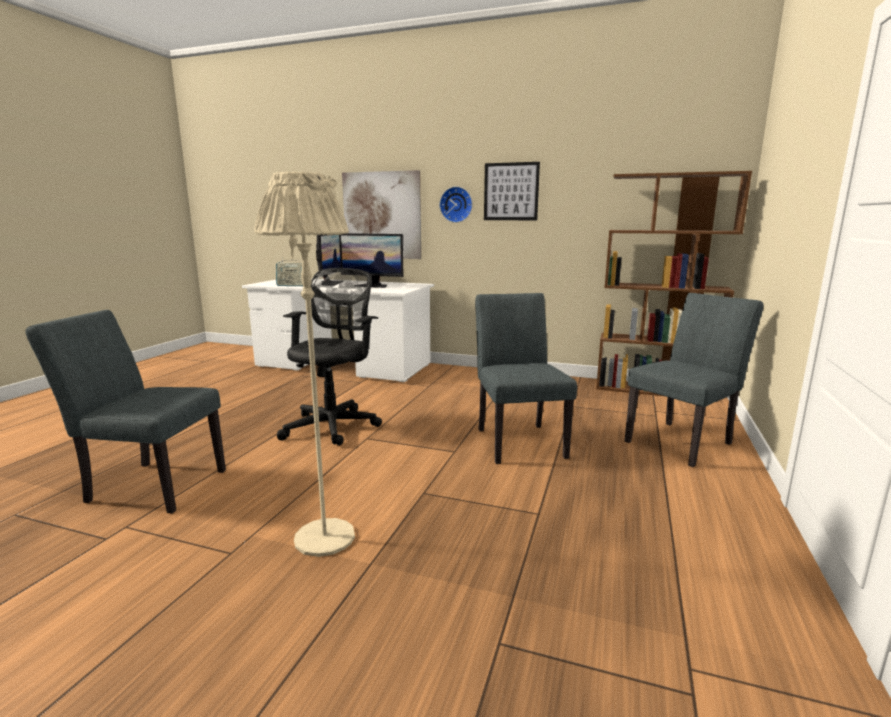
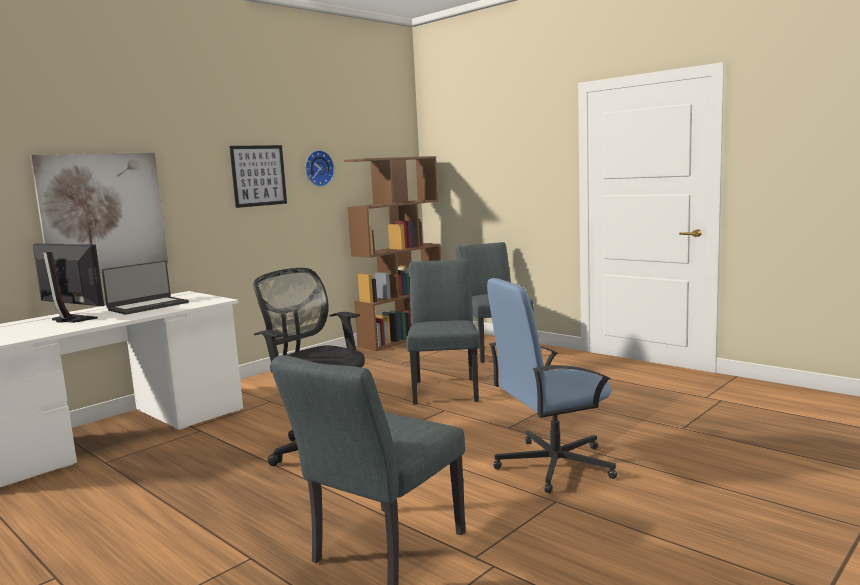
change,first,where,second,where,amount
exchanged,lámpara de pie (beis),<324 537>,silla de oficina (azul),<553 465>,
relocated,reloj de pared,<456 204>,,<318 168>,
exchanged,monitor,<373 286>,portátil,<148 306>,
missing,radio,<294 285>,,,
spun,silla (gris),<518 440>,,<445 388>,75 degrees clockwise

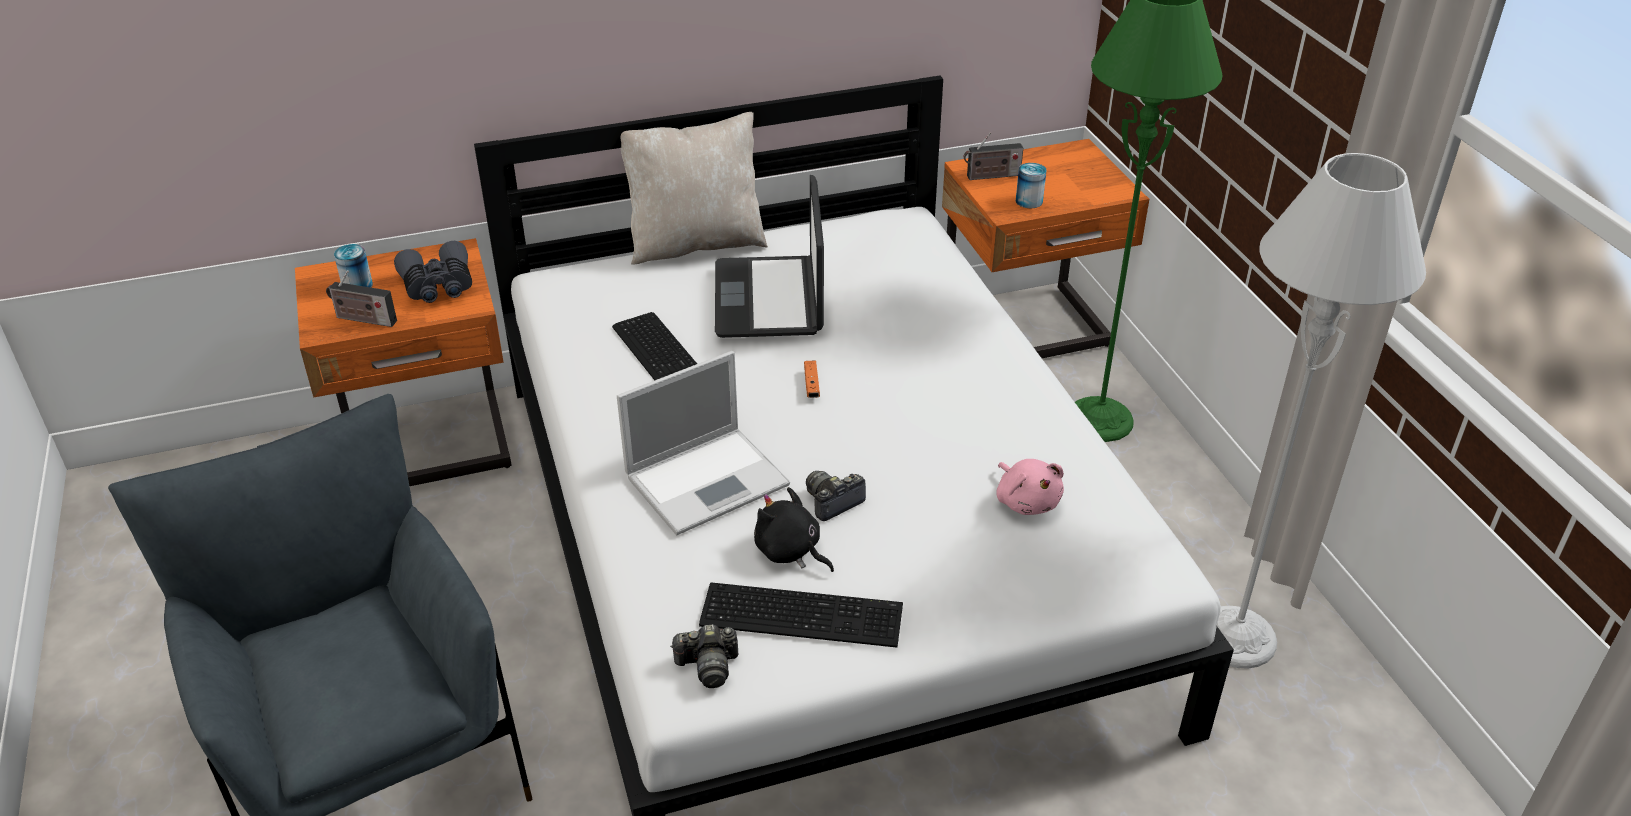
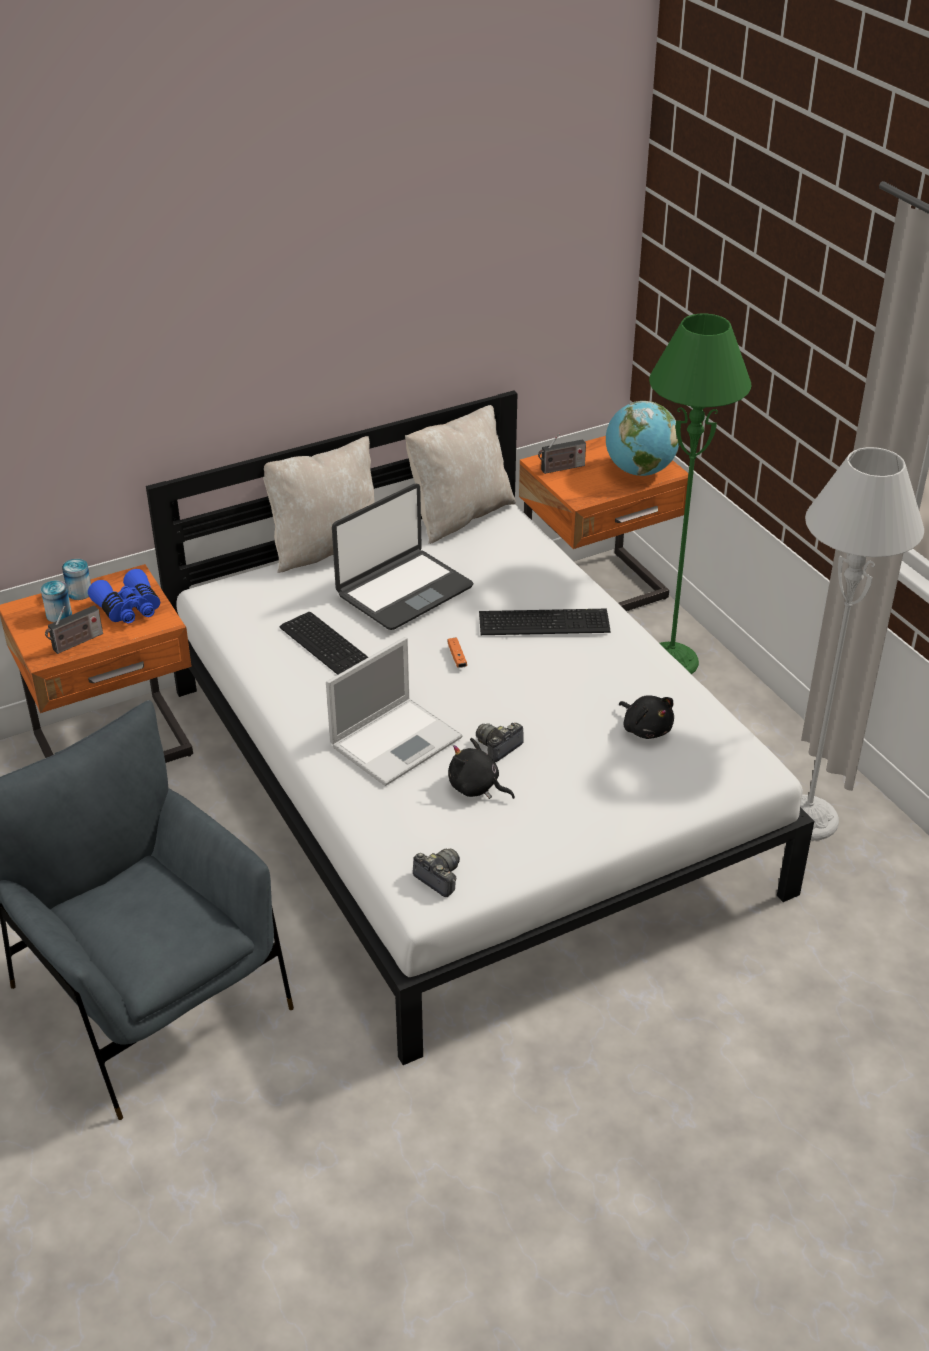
change,first,where,second,where,amount
relocated,lata,<1029 201>,,<79 592>,
spun,portátil,<770 299>,,<403 590>,120 degrees counterclockwise
colour,prismáticos (gris),<438 286>,prismáticos (azul),<129 608>,
spun,radio,<363 319>,,<76 643>,45 degrees counterclockwise
colour,peluche (rosa),<1026 501>,peluche (negro),<646 728>,
relocated,teclado,<800 612>,,<542 621>,
spun,cámara,<708 666>,,<439 878>,120 degrees counterclockwise
appeared,,,globo terráqueo,<639 471>,
appeared,,,cojín (beis),<459 515>,

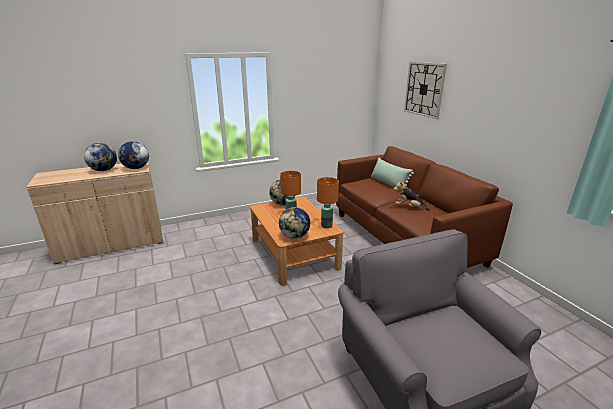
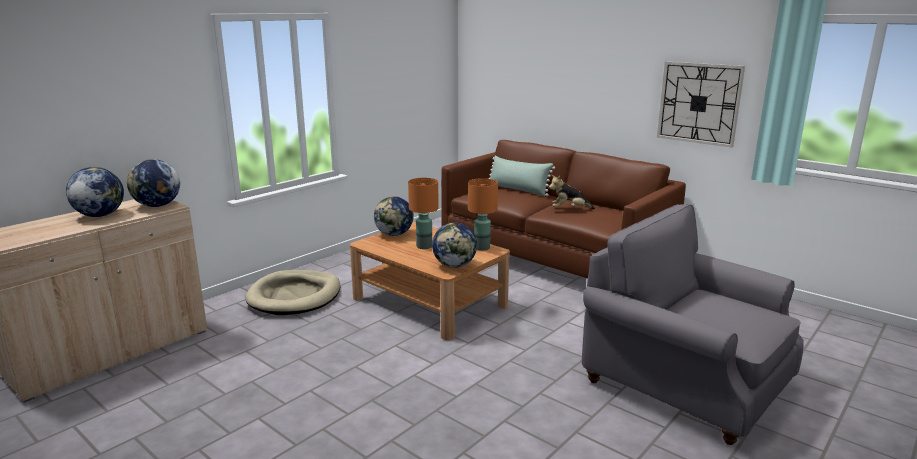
change,first,where,second,where,amount
relocated,reloj de pared,<424 89>,,<699 103>,
appeared,,,cama para perro (beis),<295 296>,

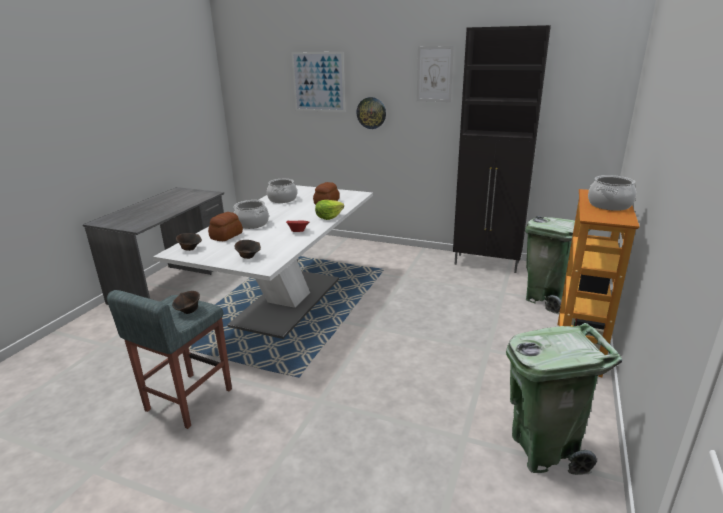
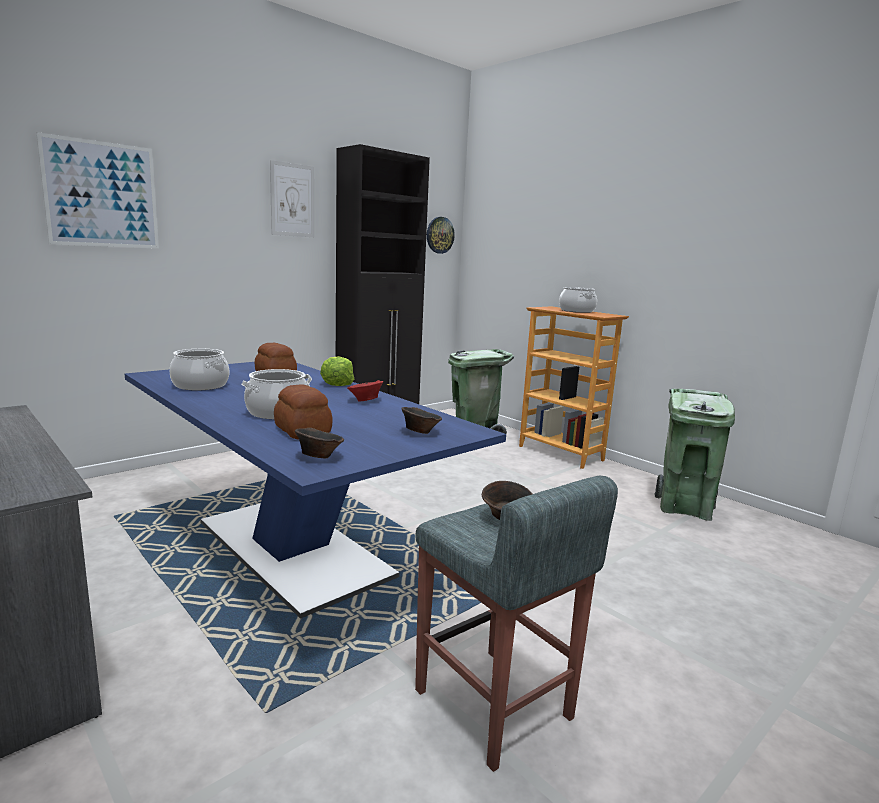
change,first,where,second,where,amount
relocated,reloj de pared,<371 113>,,<439 235>,
colour,mesa de comedor (blanco),<288 302>,mesa de comedor (azul),<292 549>,

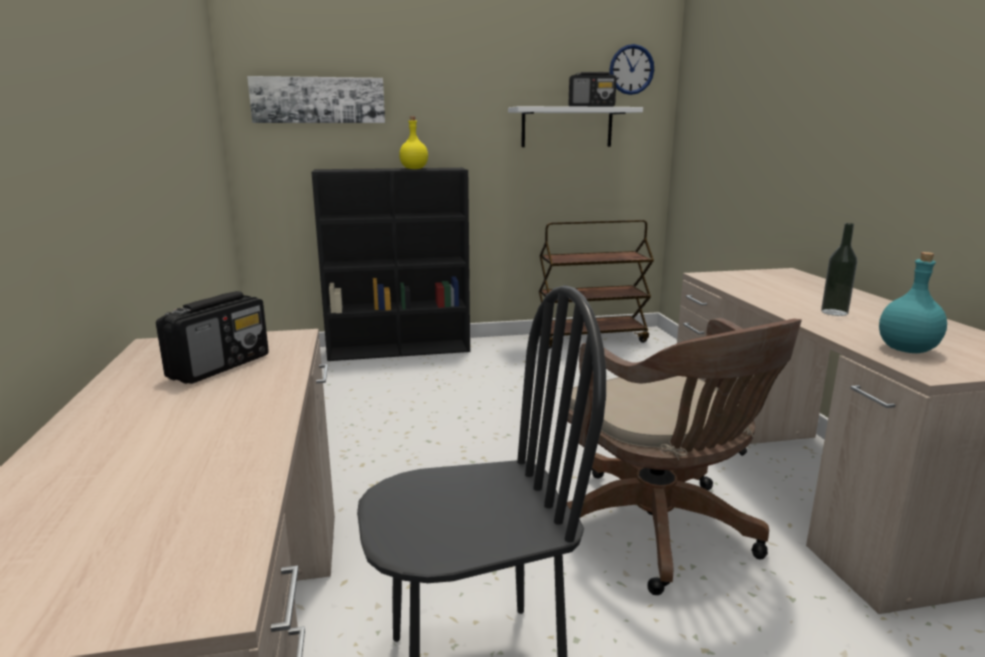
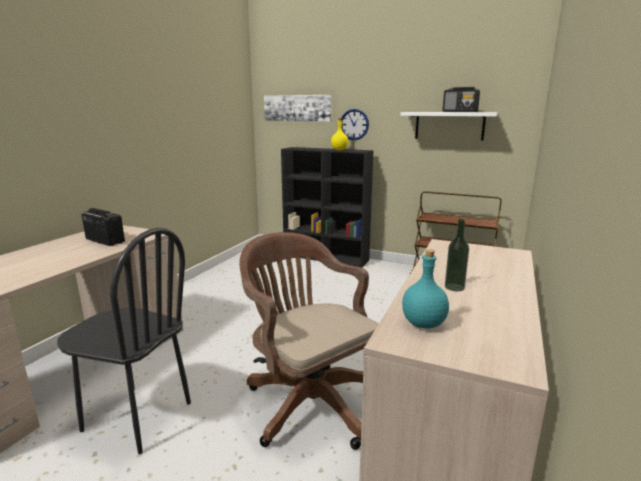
change,first,where,second,where,amount
relocated,reloj de pared,<631 69>,,<354 124>,
spun,radio,<220 366>,,<105 240>,120 degrees counterclockwise
spun,silla de oficina (marrón),<660 532>,,<308 400>,135 degrees clockwise

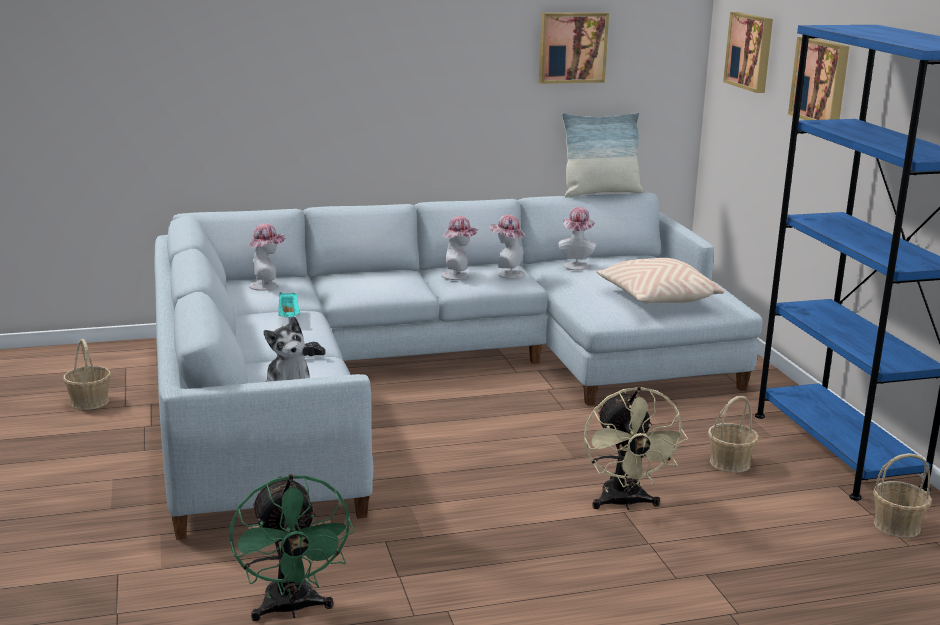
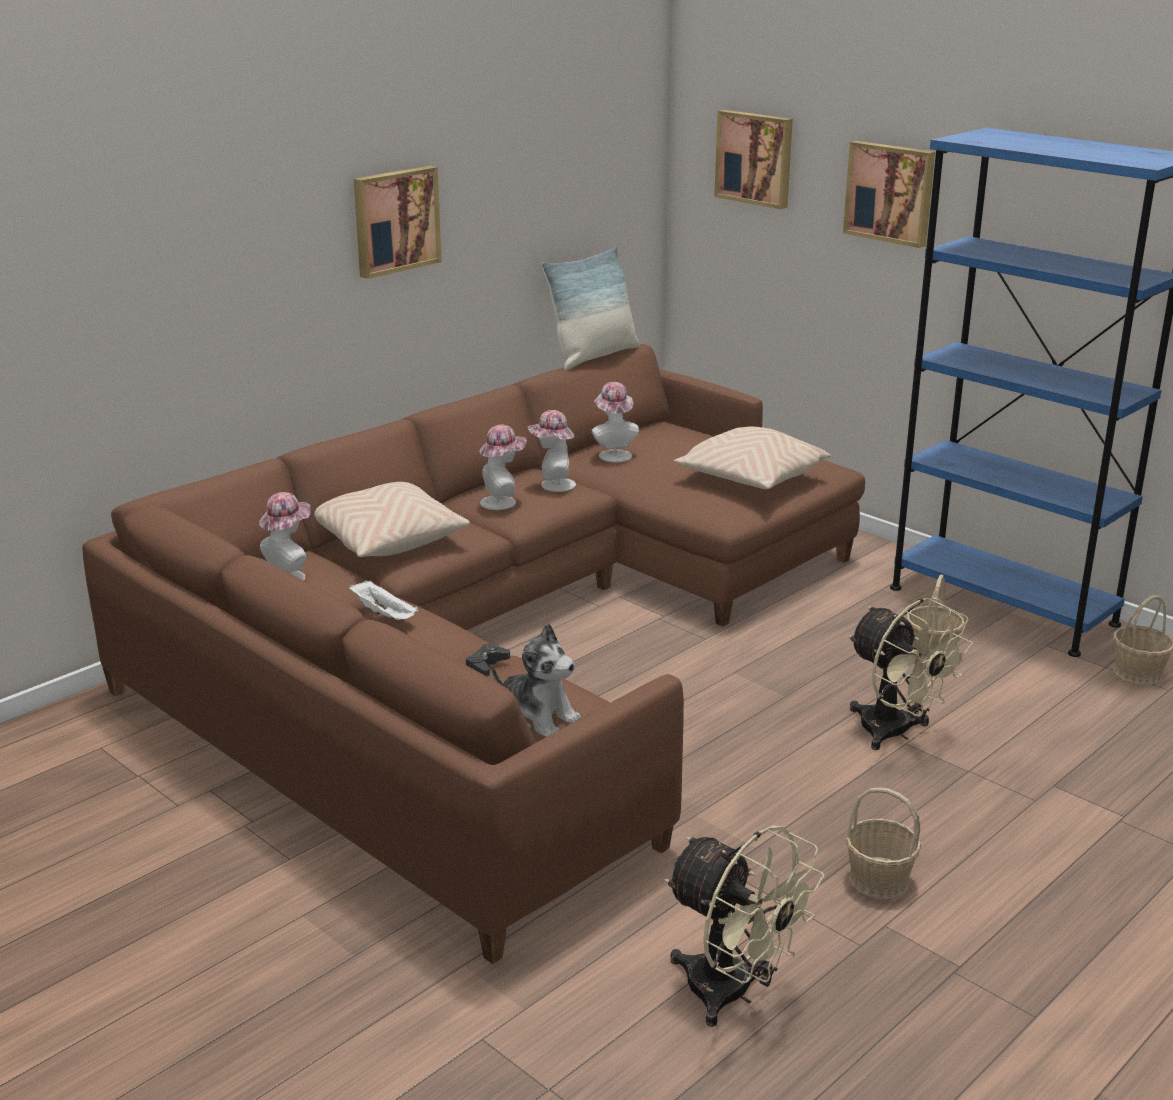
change,first,where,second,where,amount
relocated,cuadro,<572 47>,,<395 220>,
colour,sofá (gris),<422 376>,sofá (marrón),<503 643>,
colour,bandeja (turquesa),<289 316>,bandeja (blanco),<385 615>,
relocated,cesta,<90 402>,,<878 879>,
colour,ventilador (verde),<291 609>,ventilador (beis),<733 994>,
appeared,,,cojín (beis),<385 540>,

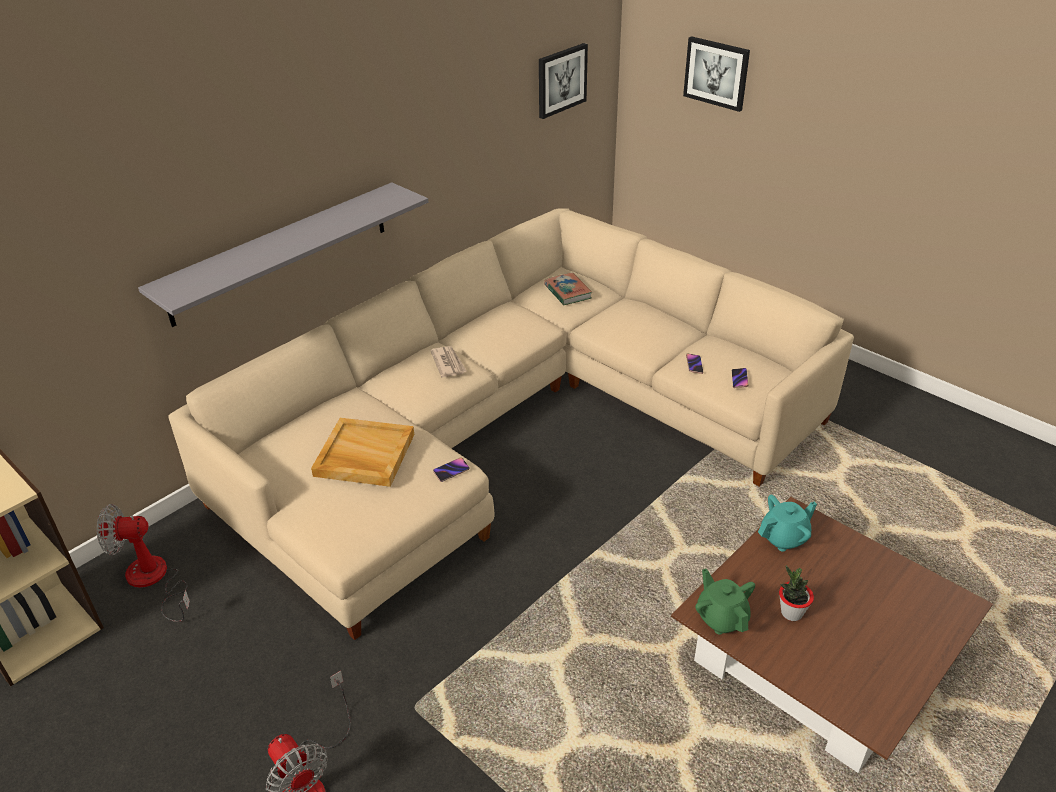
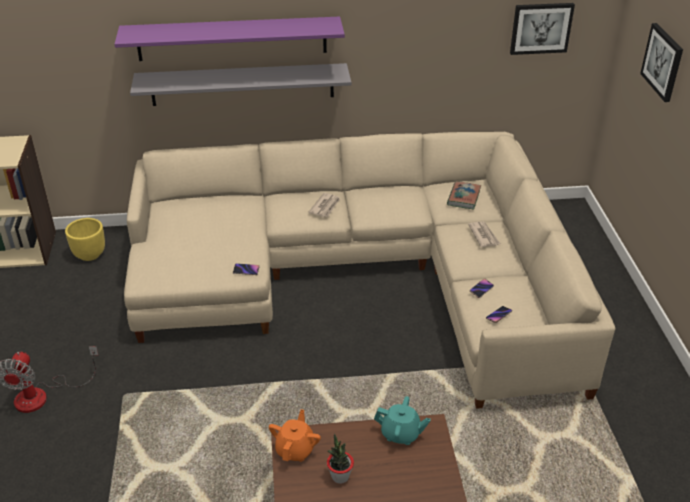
change,first,where,second,where,amount
missing,bandeja (beis),<363 455>,,,
exchanged,ventilador,<153 581>,maceta (amarillo),<89 255>,
colour,tetera (verde),<721 618>,tetera (naranja),<295 449>,
appeared,,,estante (morado),<232 38>,
appeared,,,periódico,<483 235>,

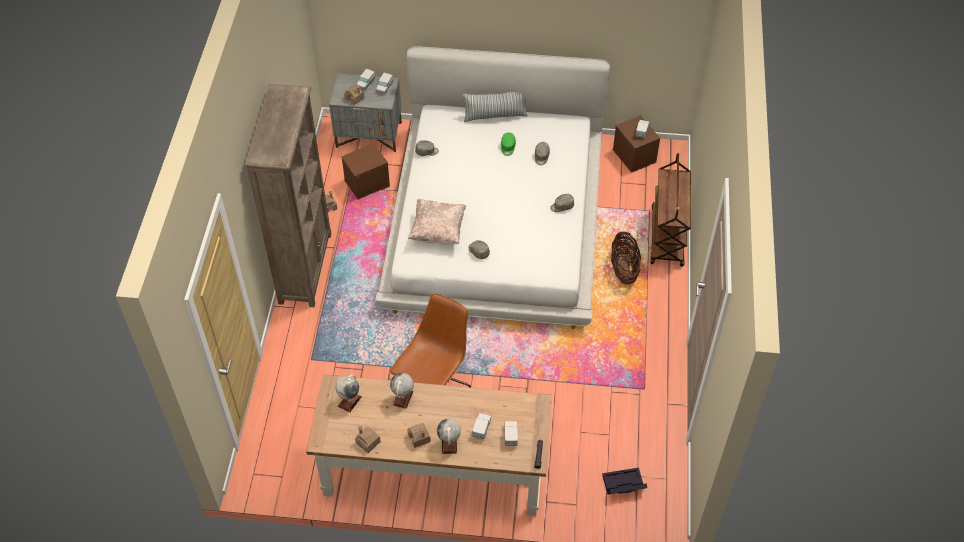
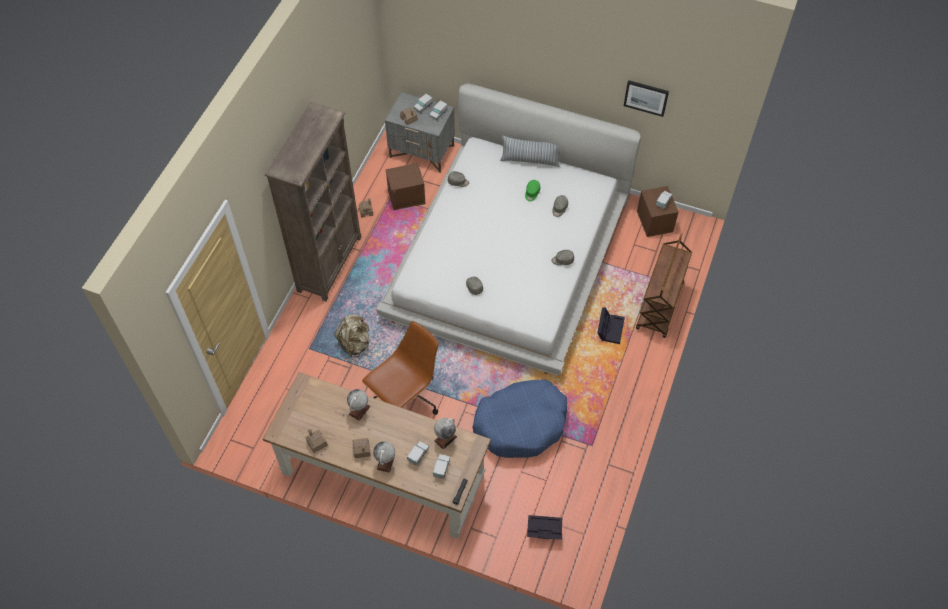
change,first,where,second,where,amount
missing,cojín (beis),<438 231>,,,
exchanged,cesta,<624 269>,caja de almacenaje (negro),<610 328>,
relocated,globo terráqueo,<349 401>,,<445 438>,
appeared,,,cuadro,<646 97>,
appeared,,,mochila (beis),<355 343>,
appeared,,,cama para perro (azul),<521 423>,

